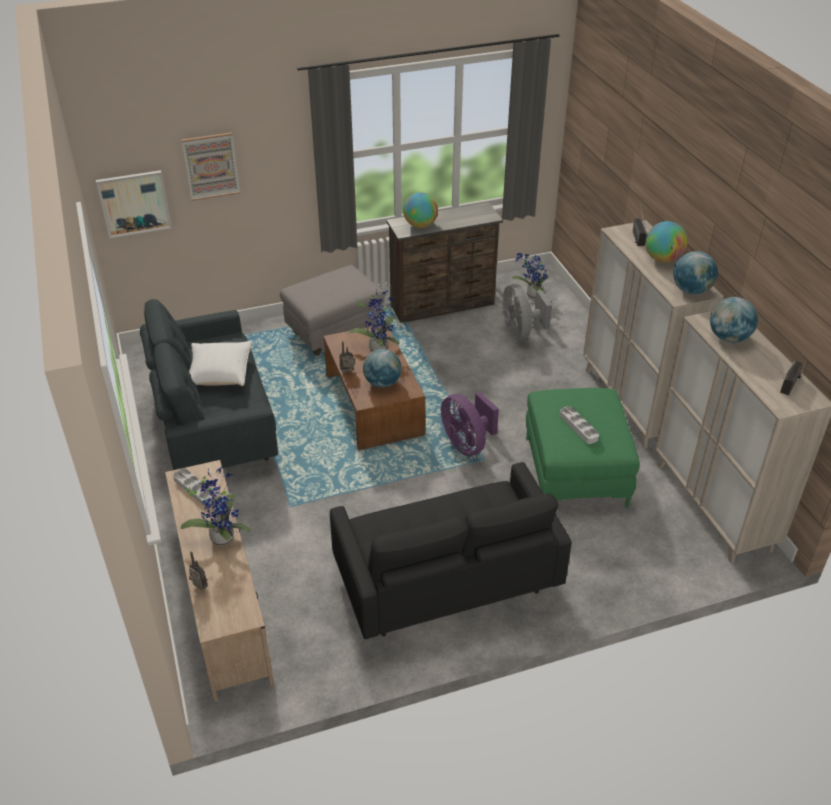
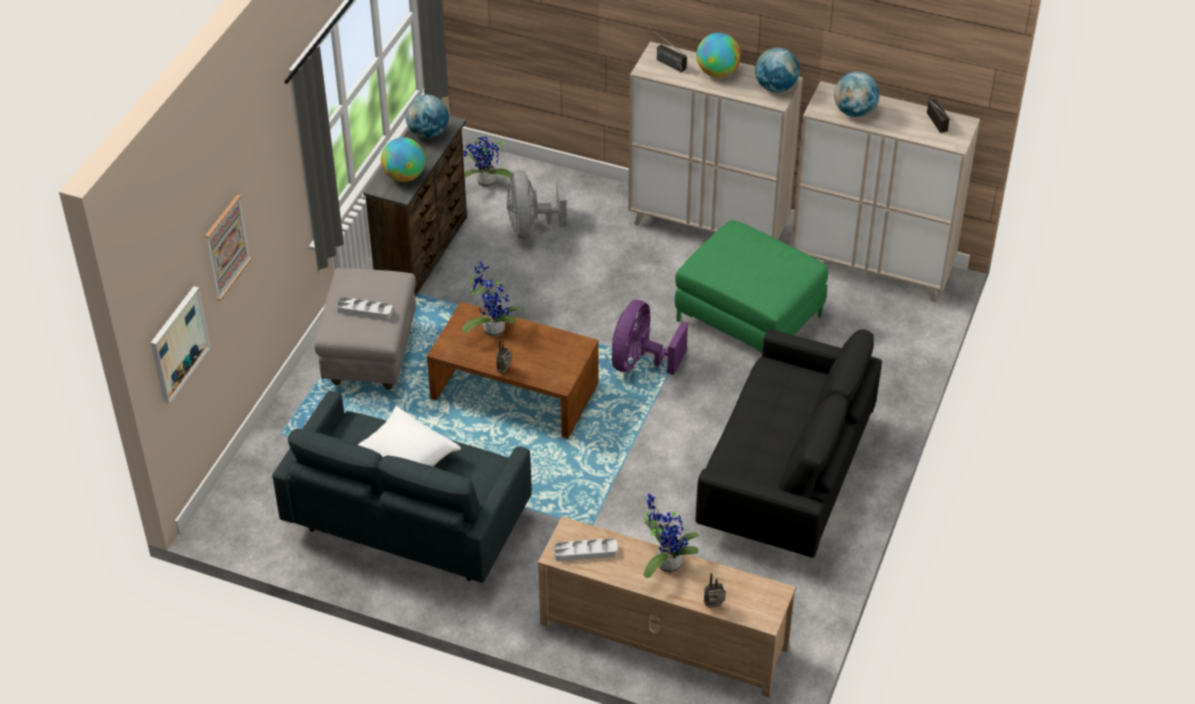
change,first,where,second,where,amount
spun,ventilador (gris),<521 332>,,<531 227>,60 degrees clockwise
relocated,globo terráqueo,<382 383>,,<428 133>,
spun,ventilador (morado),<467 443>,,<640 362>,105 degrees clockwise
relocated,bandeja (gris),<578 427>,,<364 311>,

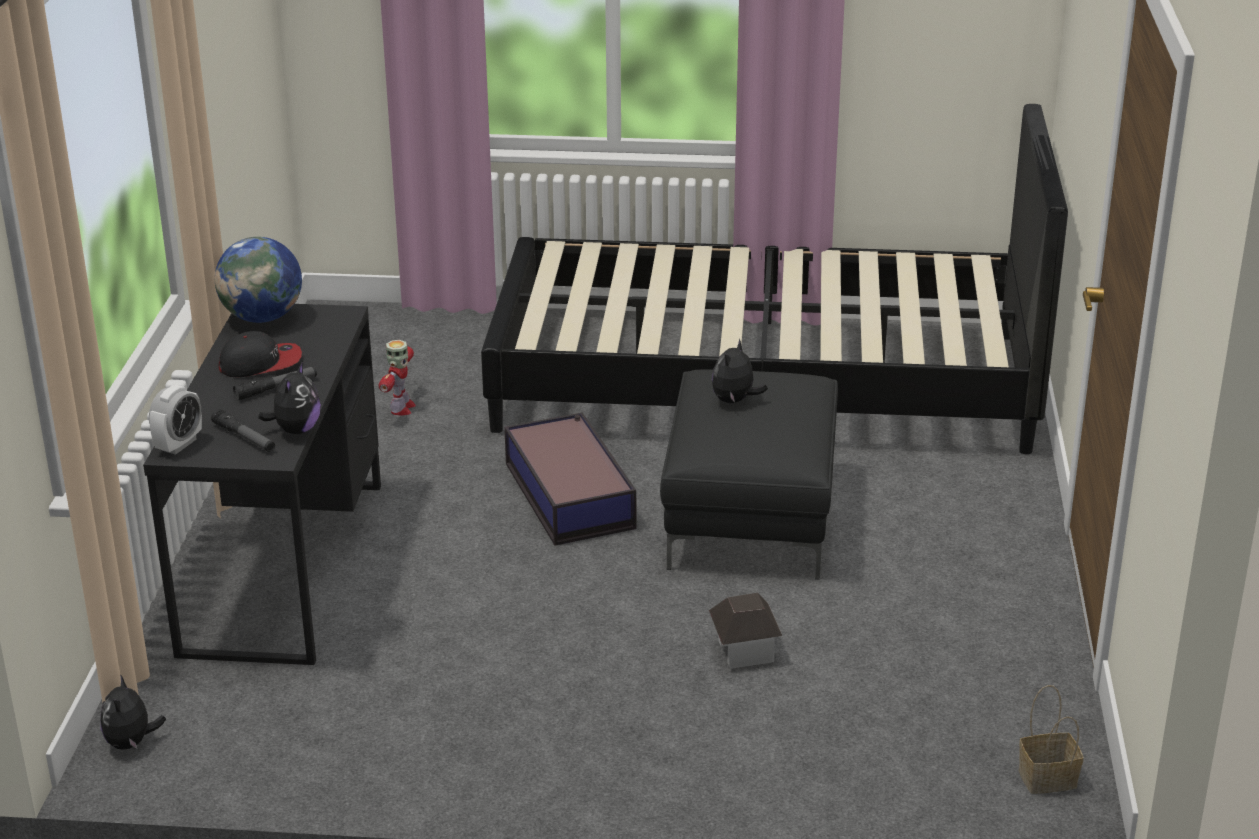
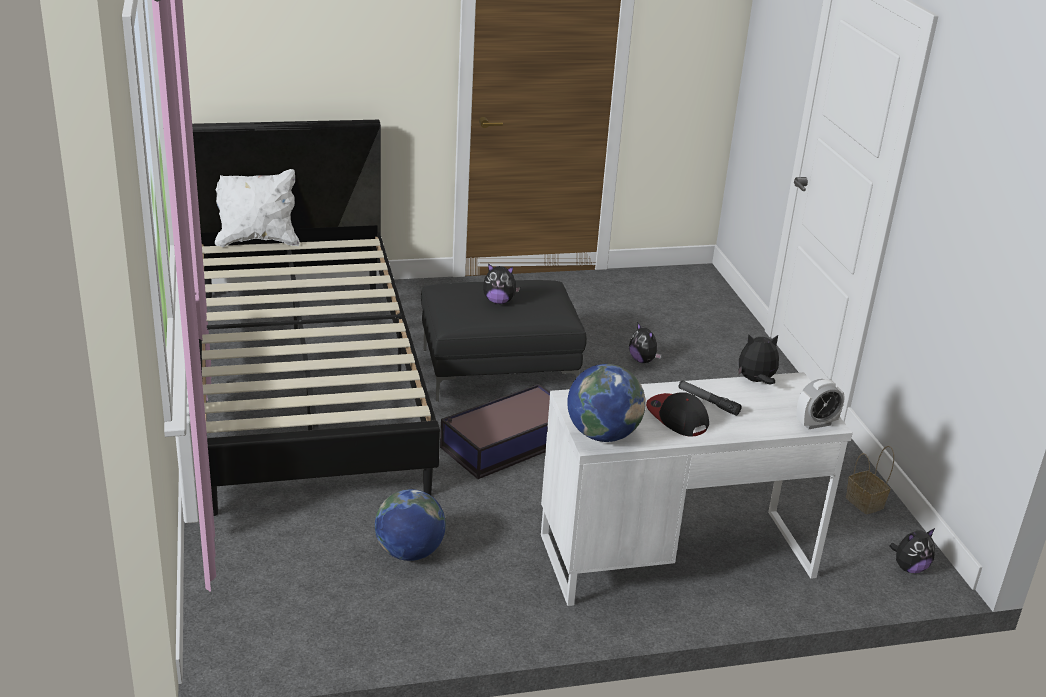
change,first,where,second,where,amount
colour,escritorio (negro),<285 566>,escritorio (blanco),<675 555>,
exchanged,robot de juguete,<401 408>,globo terráqueo,<409 552>,
spun,despertador,<179 445>,,<816 423>,150 degrees clockwise
missing,linterna,<244 438>,,,
exchanged,casita,<744 651>,peluche,<643 360>,
relocated,cesta,<1046 779>,,<866 503>,
appeared,,,cojín (blanco),<257 241>,

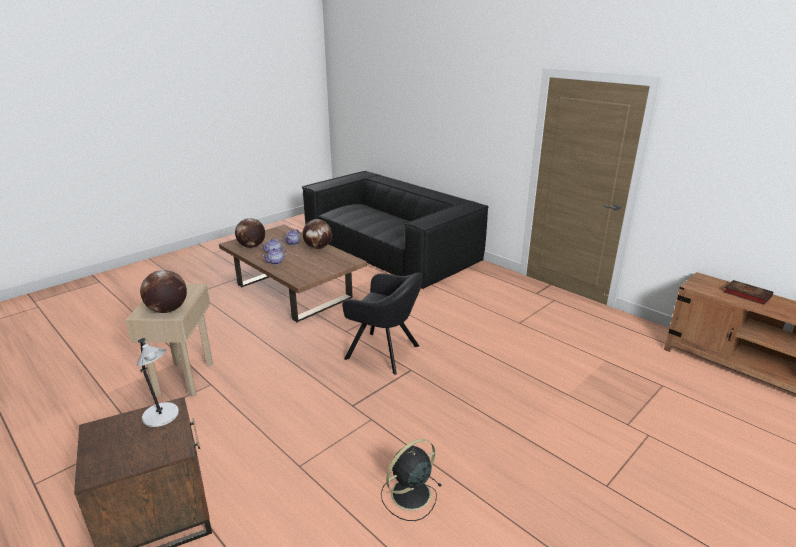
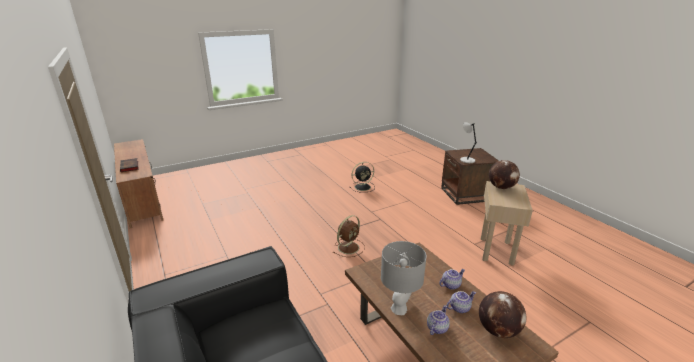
change,first,where,second,where,amount
exchanged,globo terráqueo,<318 247>,lámpara de mesa (gris),<399 308>,
exchanged,sillón (negro),<385 353>,ventilador (marrón),<349 247>,

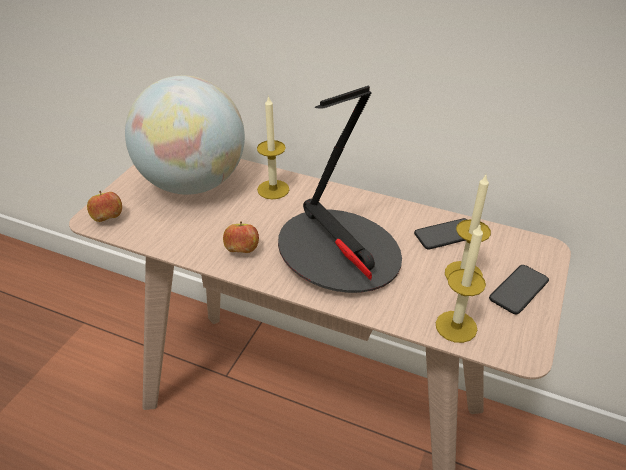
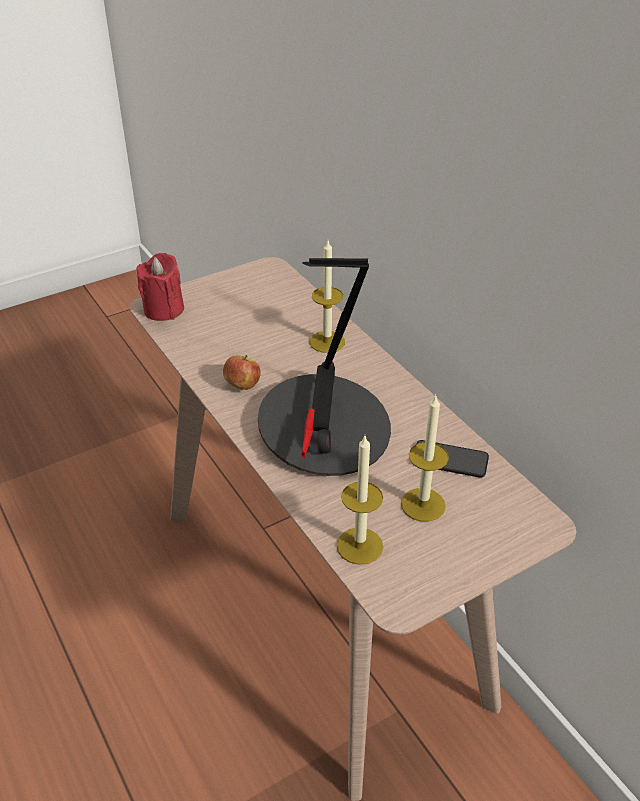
change,first,where,second,where,amount
missing,globo terráqueo,<193 183>,,,
exchanged,manzana,<108 218>,vela (rojo),<164 309>,
missing,móvil,<518 290>,,,

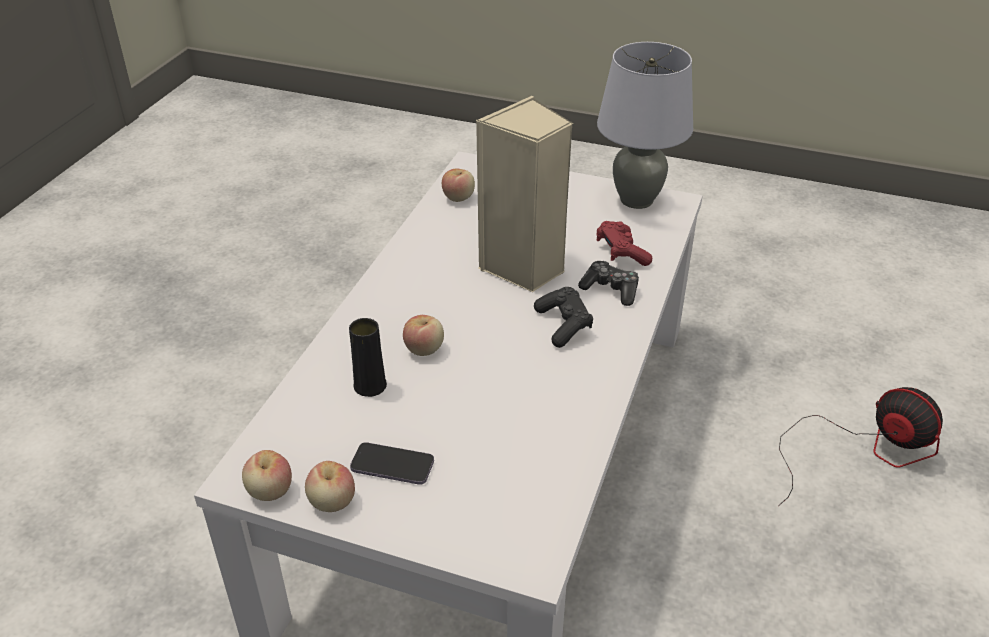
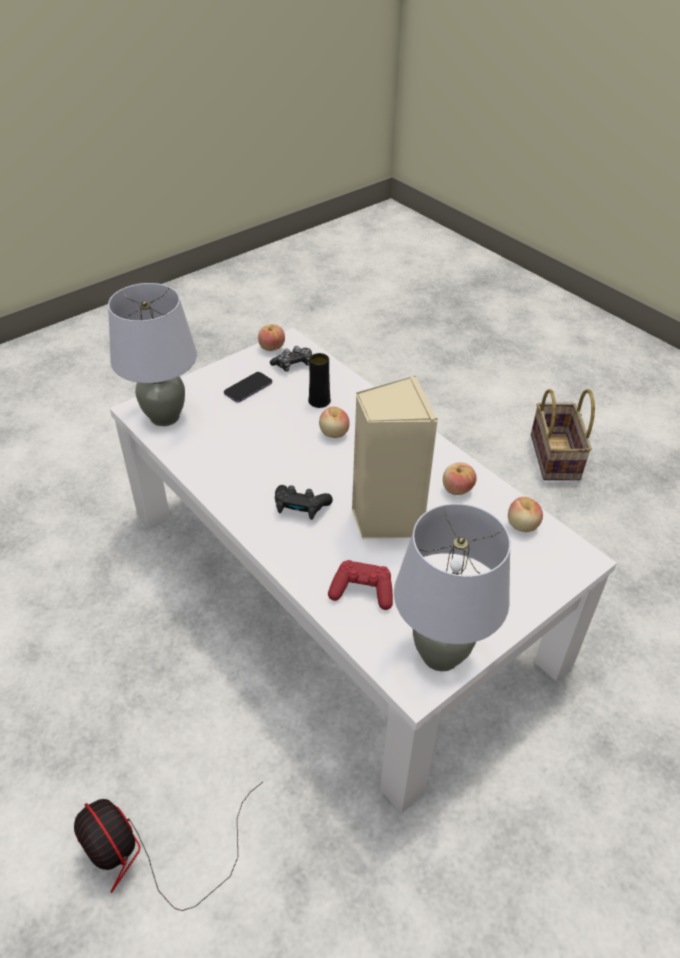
change,first,where,second,where,amount
relocated,mando de consola,<611 289>,,<293 364>,
spun,ventilador,<862 450>,,<149 854>,60 degrees clockwise
relocated,manzana,<332 502>,,<457 489>,
appeared,,,lámpara de mesa (gris),<165 416>,
appeared,,,cesta,<556 458>,

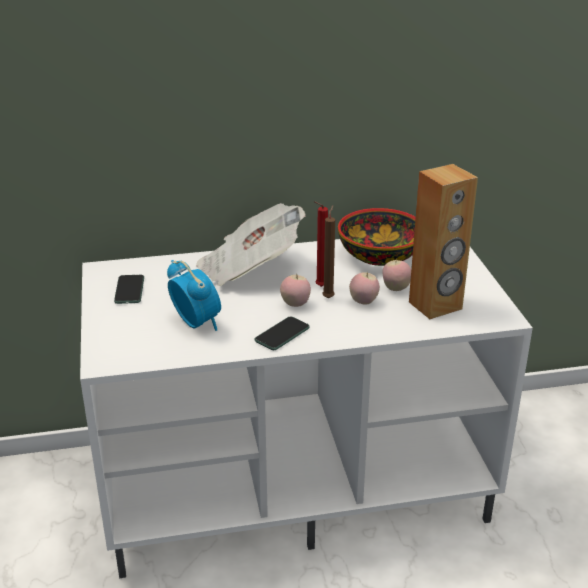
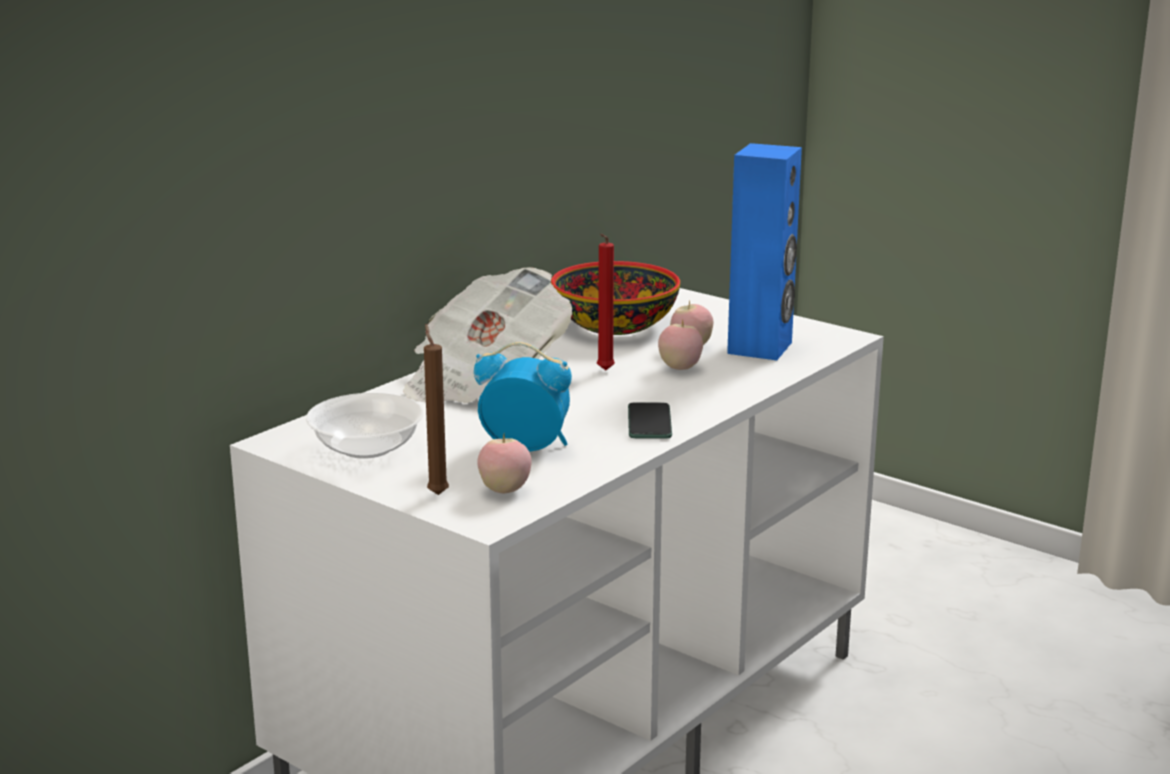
change,first,where,second,where,amount
colour,altavoz (marrón),<435 306>,altavoz (azul),<761 348>,
relocated,vela (marrón),<329 297>,,<437 493>,
exchanged,móvil,<129 290>,cuenco,<366 448>,
relocated,manzana,<295 304>,,<505 490>,

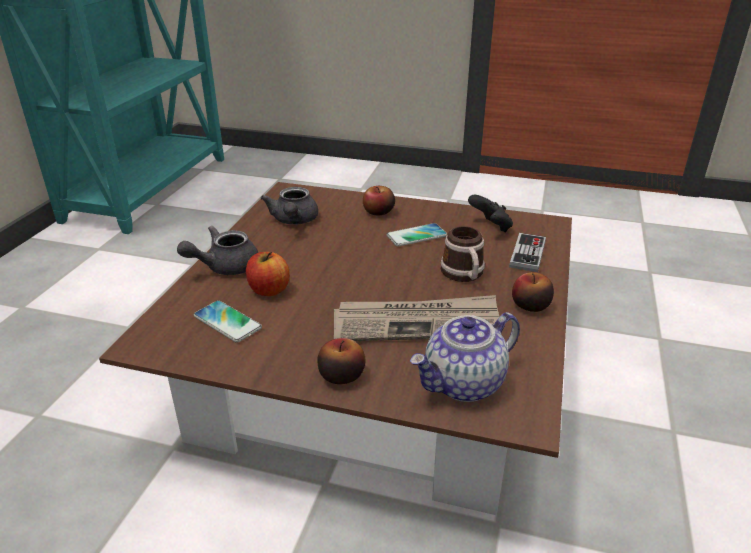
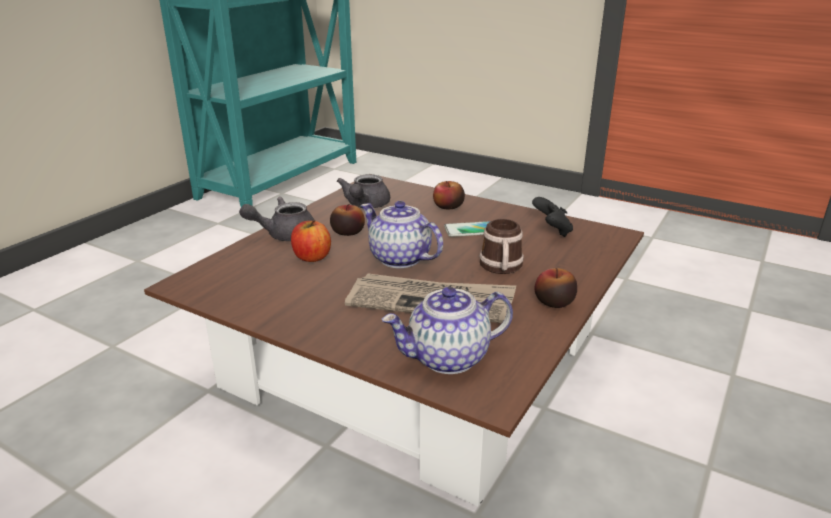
change,first,where,second,where,amount
missing,mando de consola,<527 254>,,,
missing,móvil,<227 322>,,,
relocated,manzana,<341 375>,,<347 232>,
appeared,,,tetera,<399 258>,

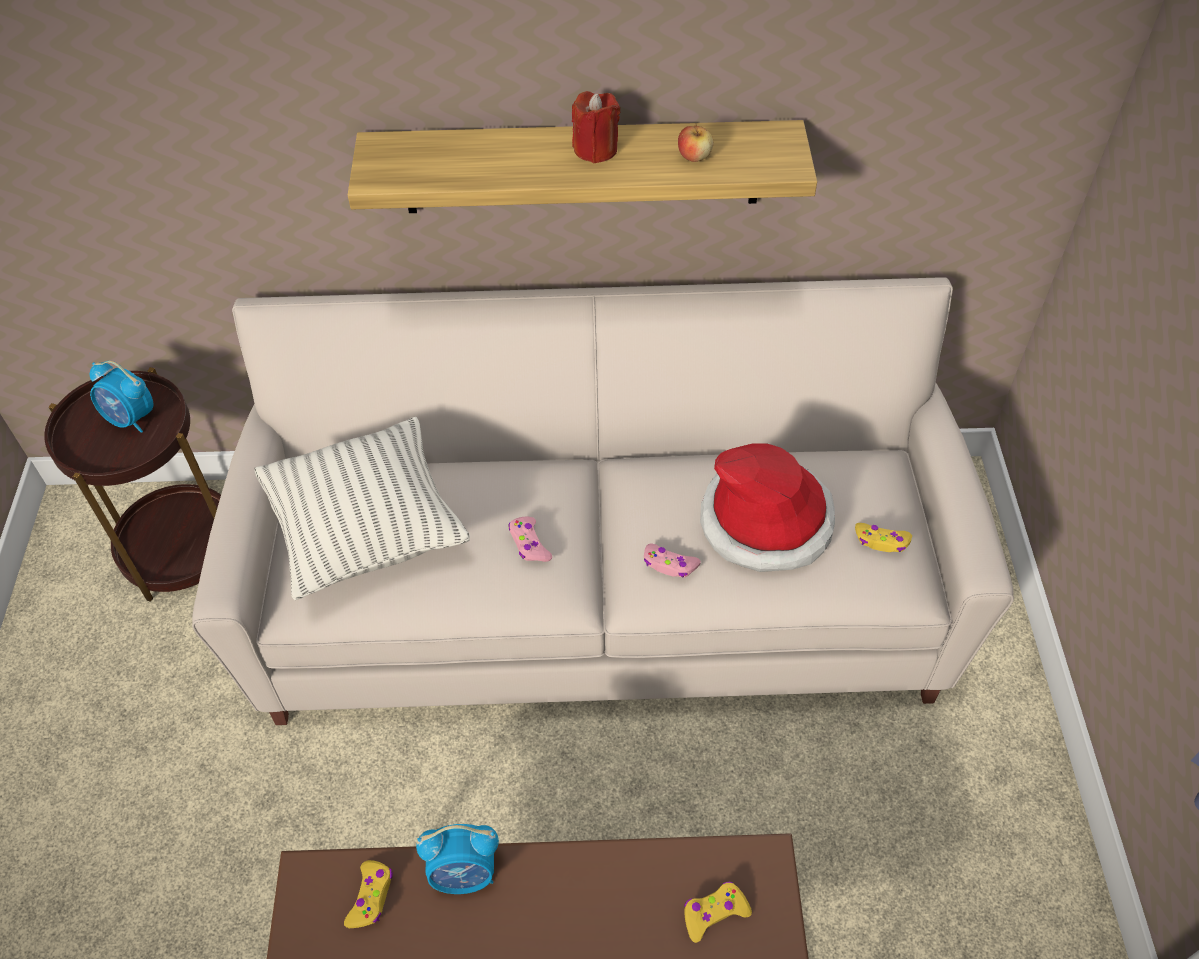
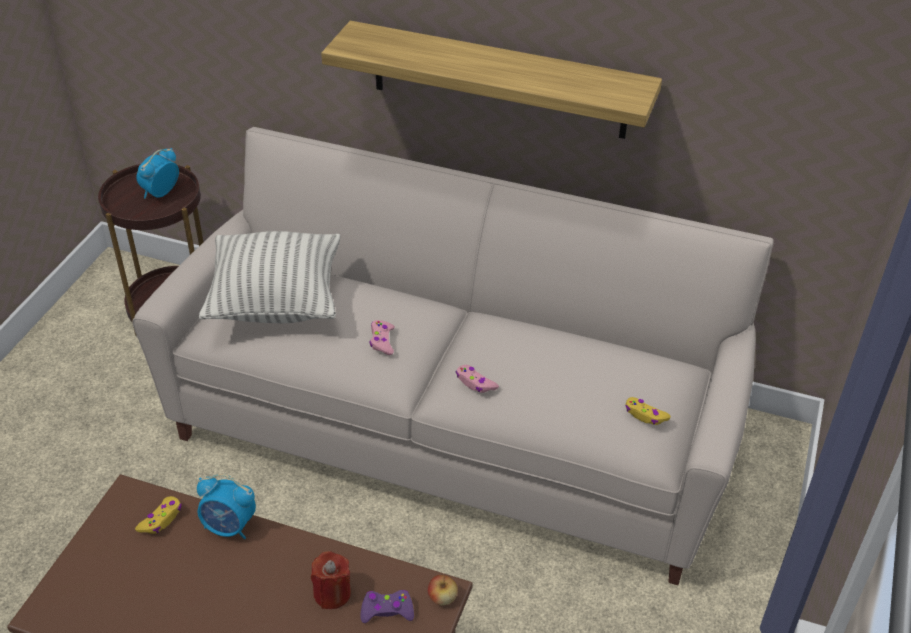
change,first,where,second,where,amount
relocated,vela (rojo),<595 149>,,<332 593>,
relocated,manzana,<694 156>,,<442 598>,
spun,despertador,<131 418>,,<160 193>,75 degrees clockwise
missing,sombrero,<766 521>,,,
colour,mando de consola (amarillo),<714 913>,mando de consola (morado),<387 610>,

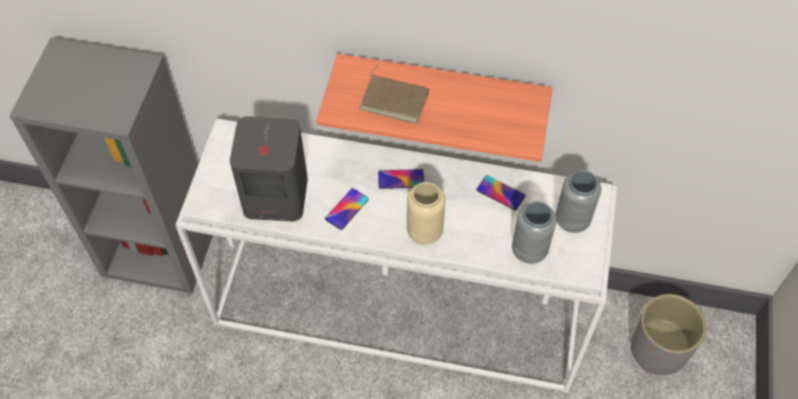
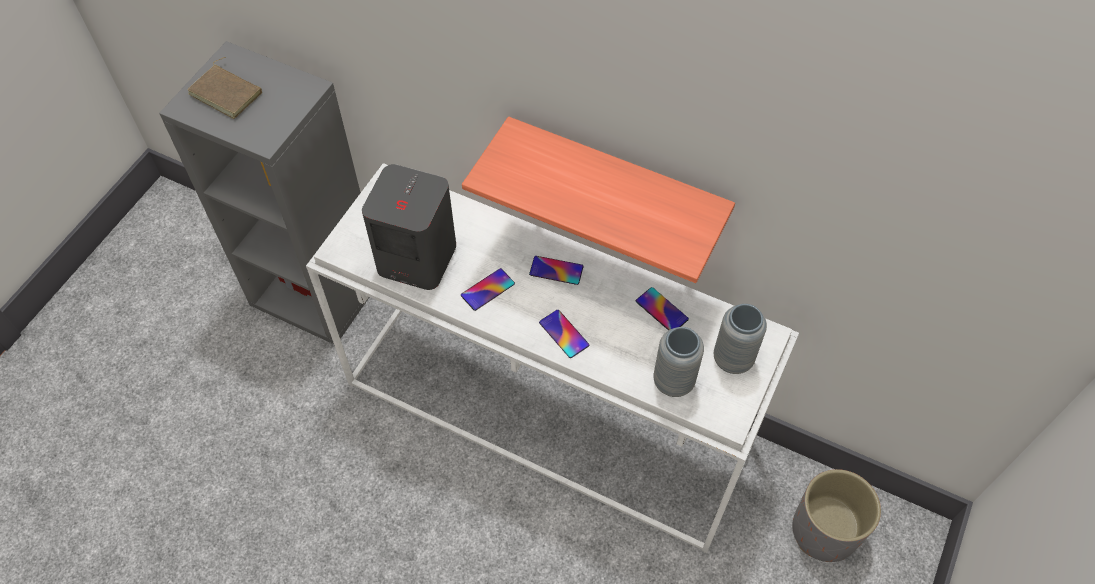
change,first,where,second,where,amount
relocated,libro (marrón),<395 99>,,<228 93>,
exchanged,florero (beis),<424 232>,móvil,<564 334>,

